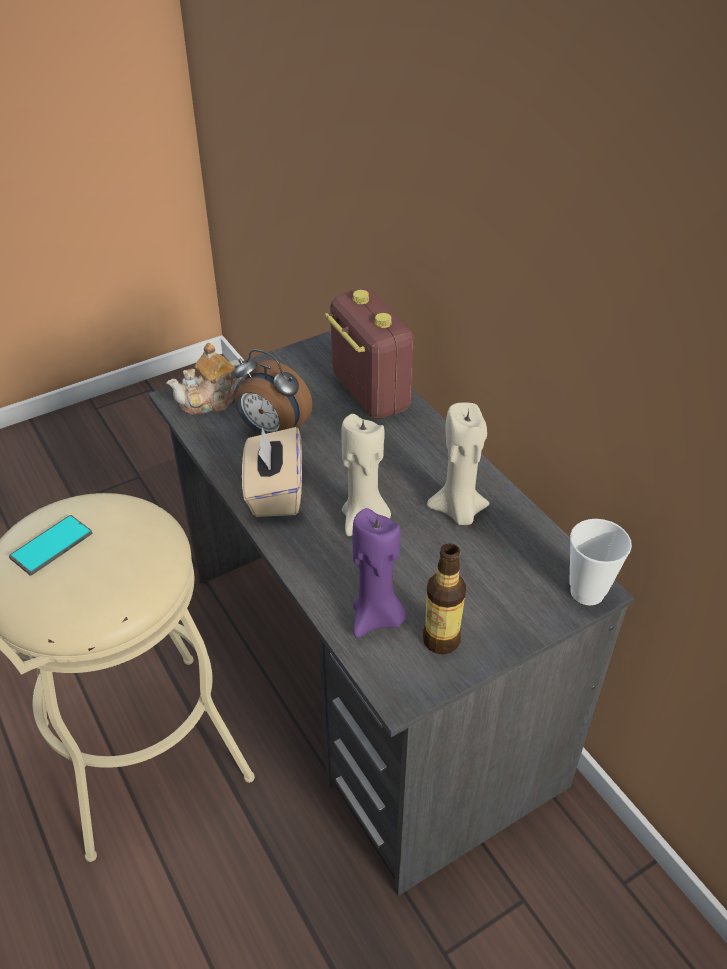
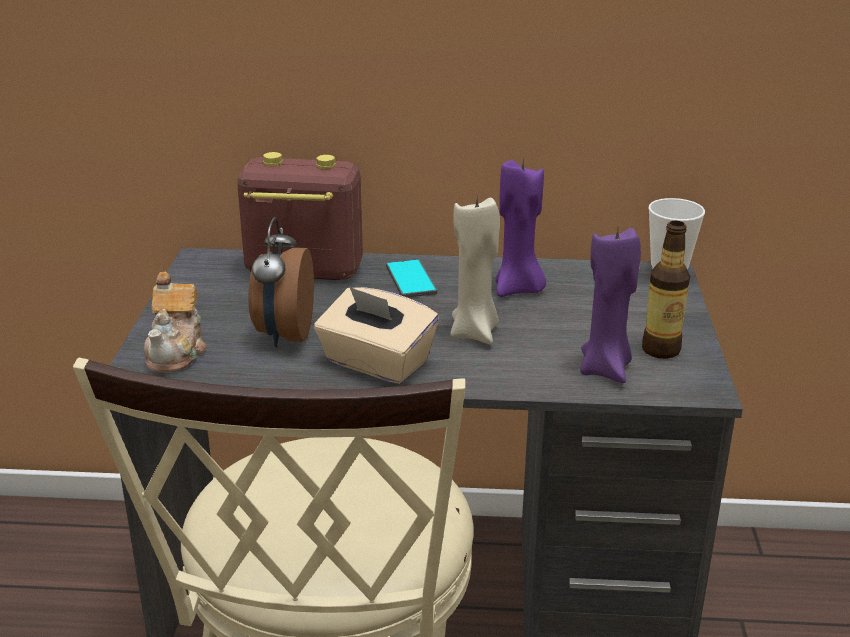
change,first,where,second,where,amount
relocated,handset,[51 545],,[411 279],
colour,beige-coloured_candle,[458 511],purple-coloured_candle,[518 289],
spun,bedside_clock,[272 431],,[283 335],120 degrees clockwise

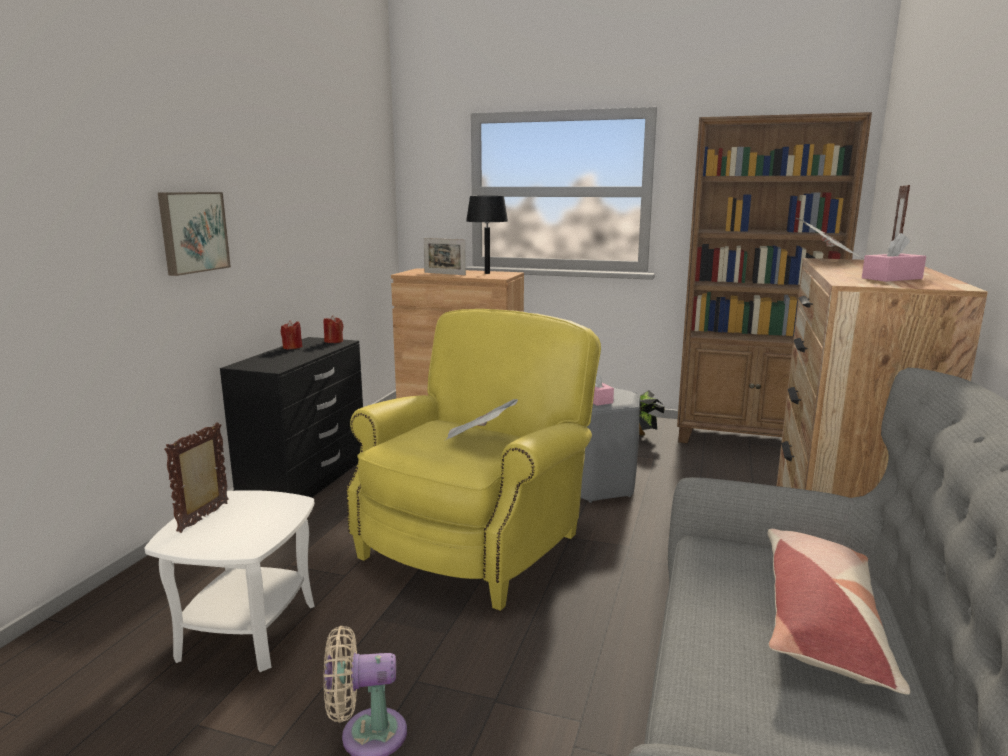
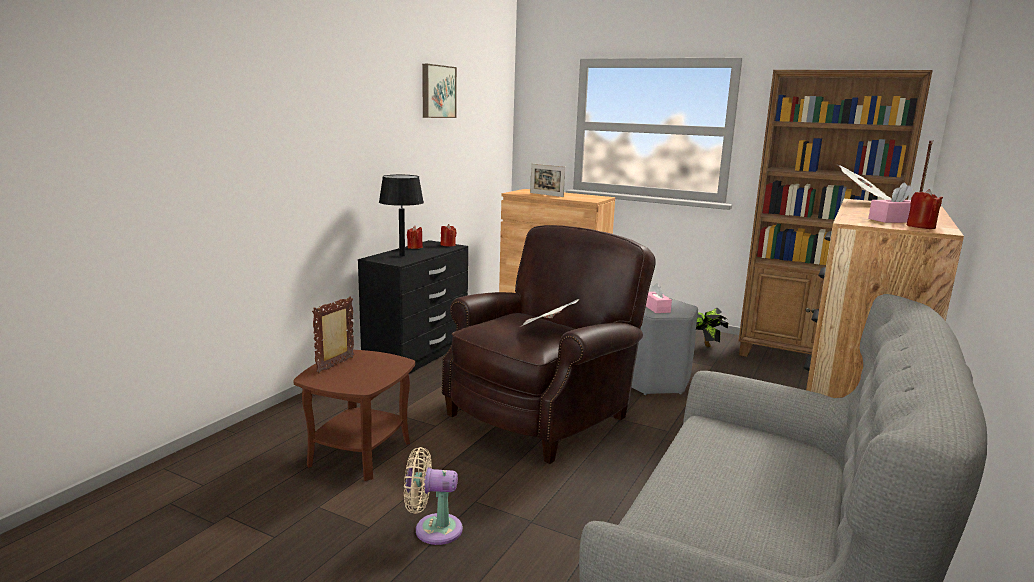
change,first,where,second,where,amount
missing,cushion,[821 621],,,
appeared,,,red_candle,[920 227],
relocated,wall_picture,[192 232],,[437 91],
relocated,black_lamp_for_a_table,[487 273],,[402 255],
colour,whitish_side_table,[248 630],brownish_side_table,[360 453],
colour,yellow-coloured_easy_chair,[477 542],brownish_easy_chair,[543 414],

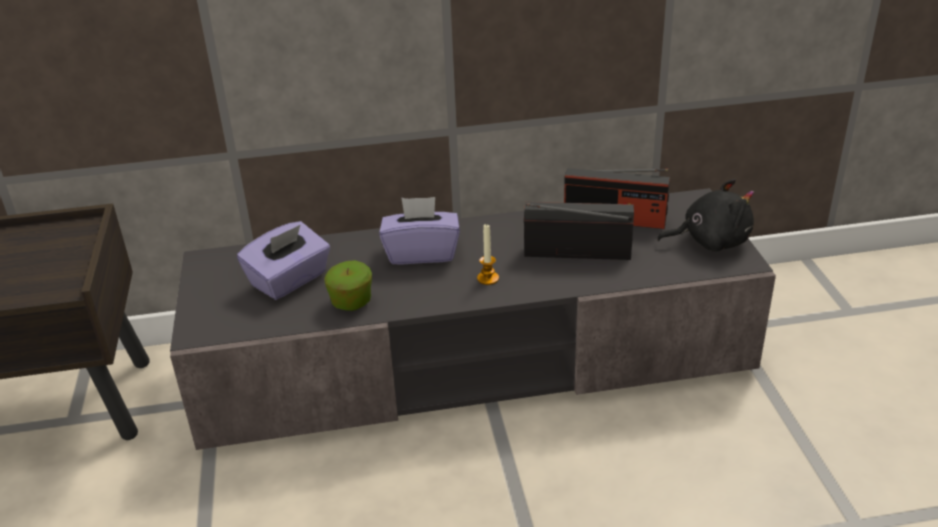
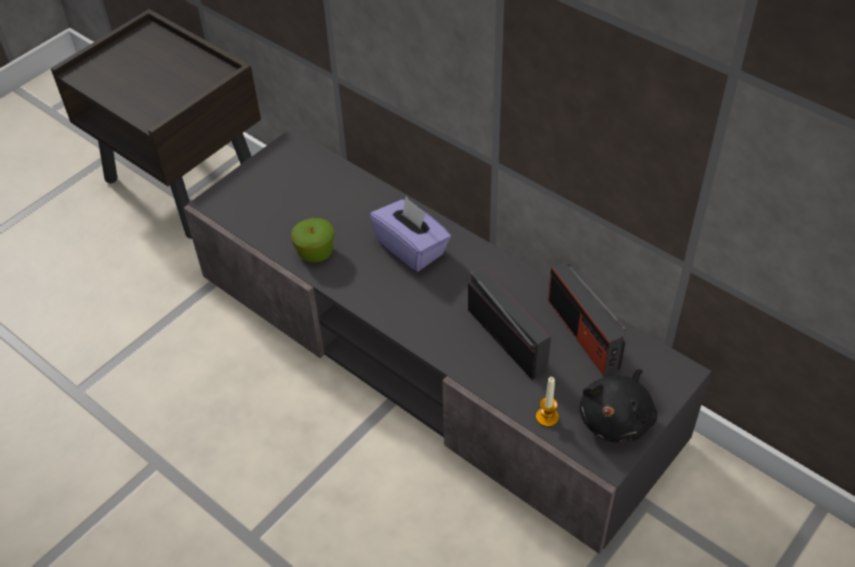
change,first,where,second,where,amount
missing,purple-coloured_tissue_box,[289 280],,,
relocated,candle,[488 278],,[547 417],
spun,black_cuddly_toy,[710 241],,[617 418],75 degrees clockwise

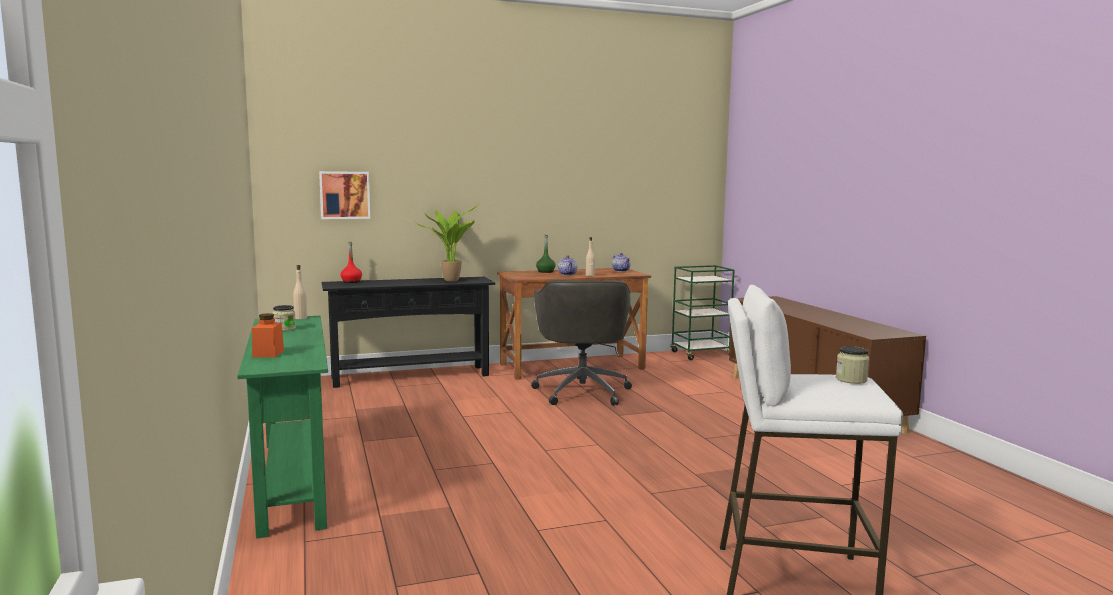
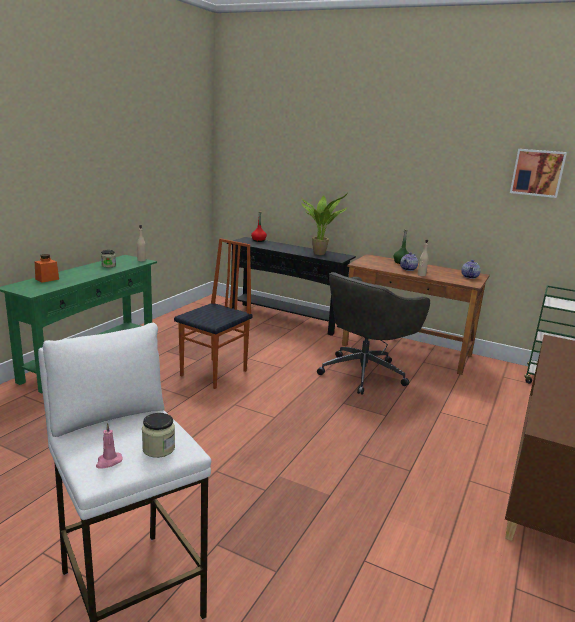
change,first,where,second,where,amount
appeared,,,pink-coloured_candle,[108 461],
appeared,,,upright_chair,[215 373],
relocated,wall_picture,[344 195],,[537 172],

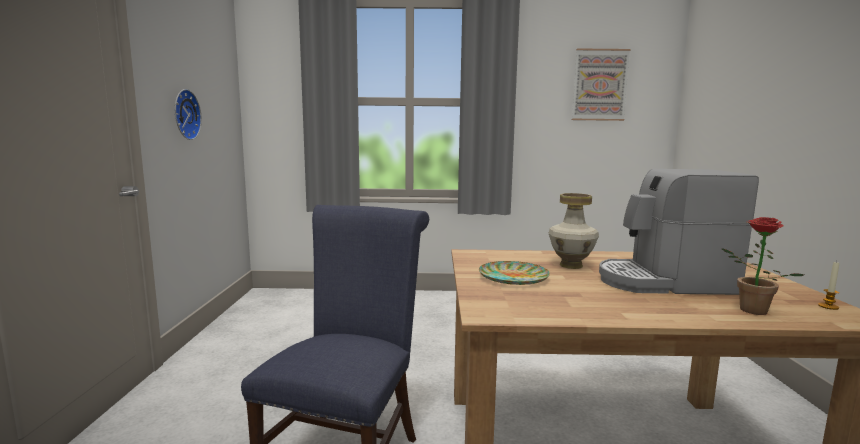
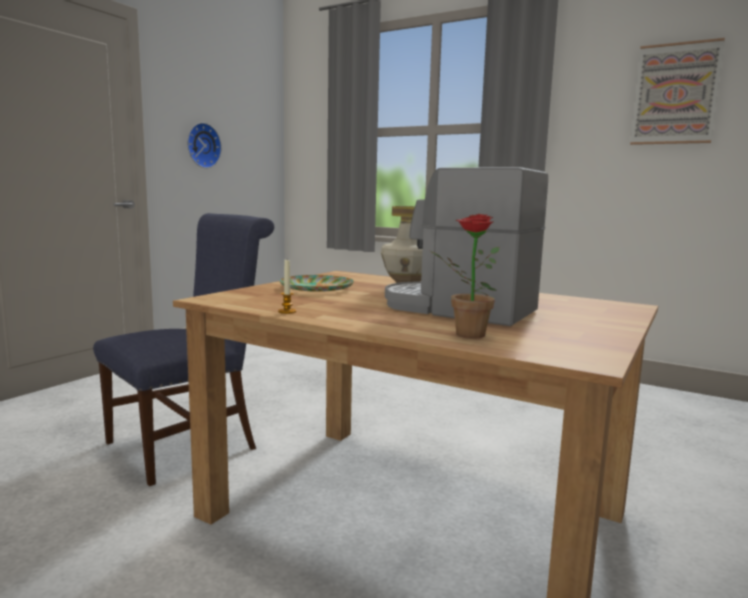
change,first,where,second,where,amount
relocated,candle,[828 306],,[287 311],

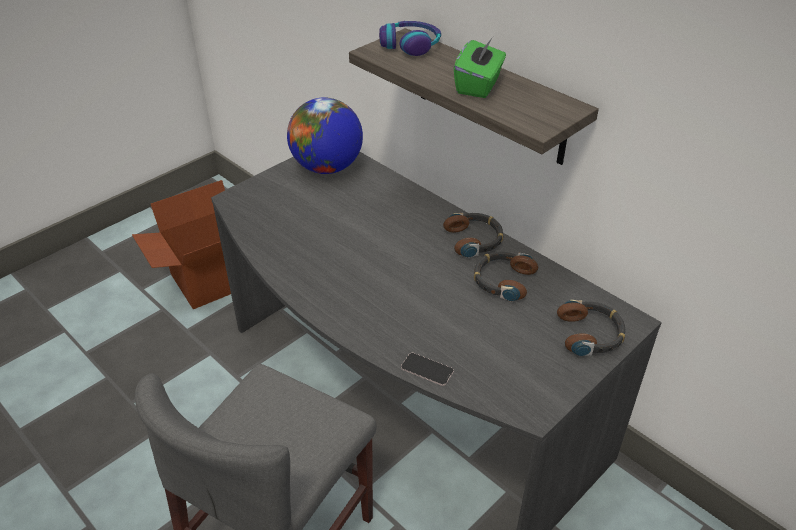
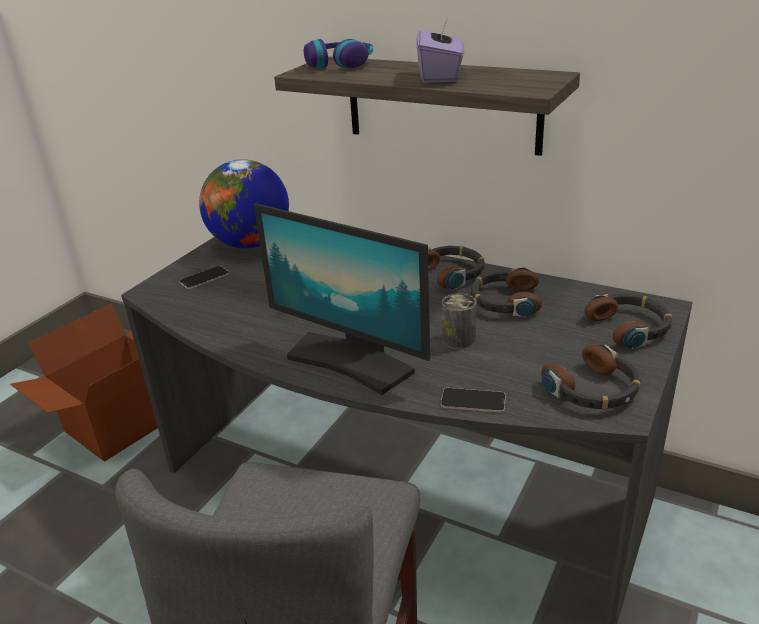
change,first,where,second,where,amount
appeared,,,handset,[204 278],
appeared,,,computer_display,[350 361],
appeared,,,can,[458 340],
appeared,,,pair_of_headphones,[593 390],
colour,green-coloured_tissue_box,[478 85],purple-coloured_tissue_box,[440 76],

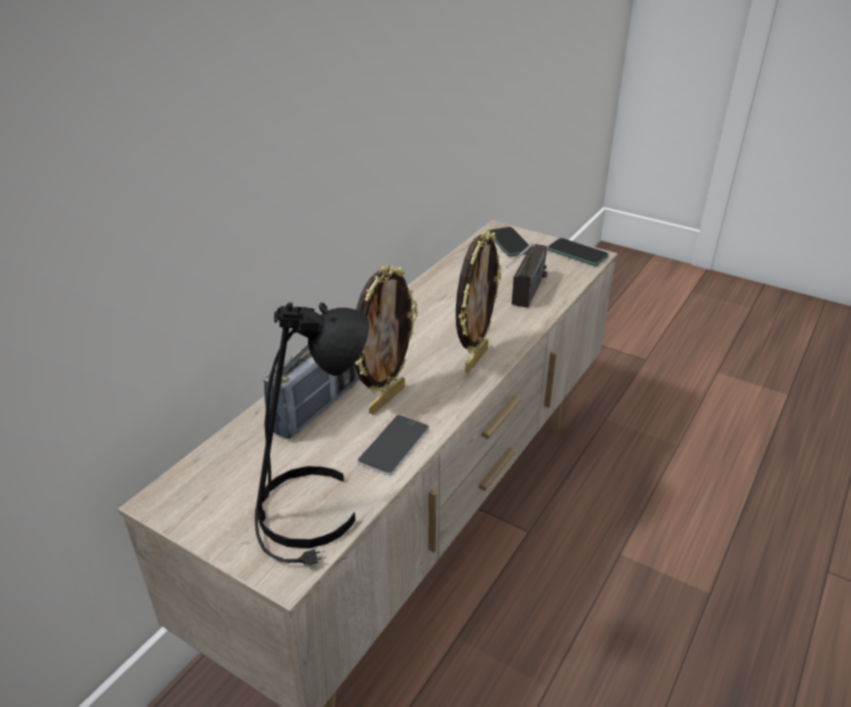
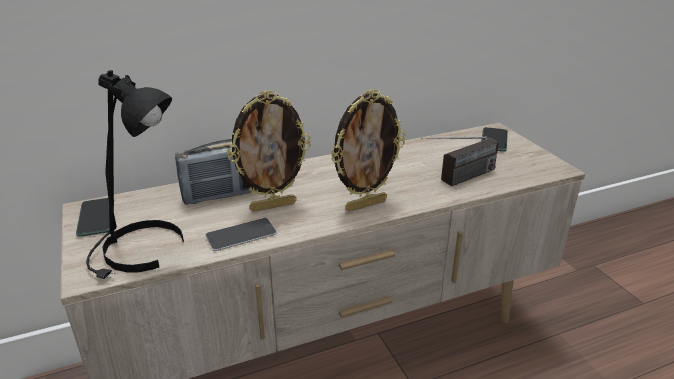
change,first,where,second,where,amount
relocated,handset,[577 253],,[96 218],

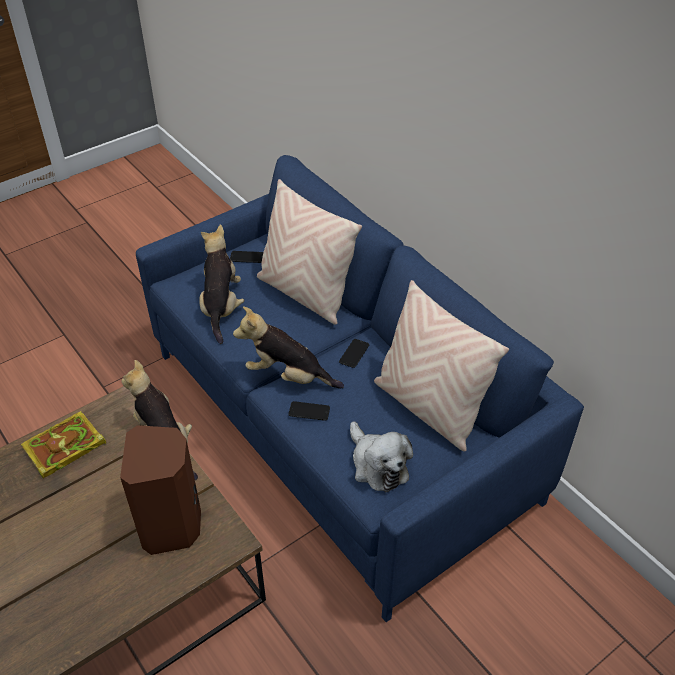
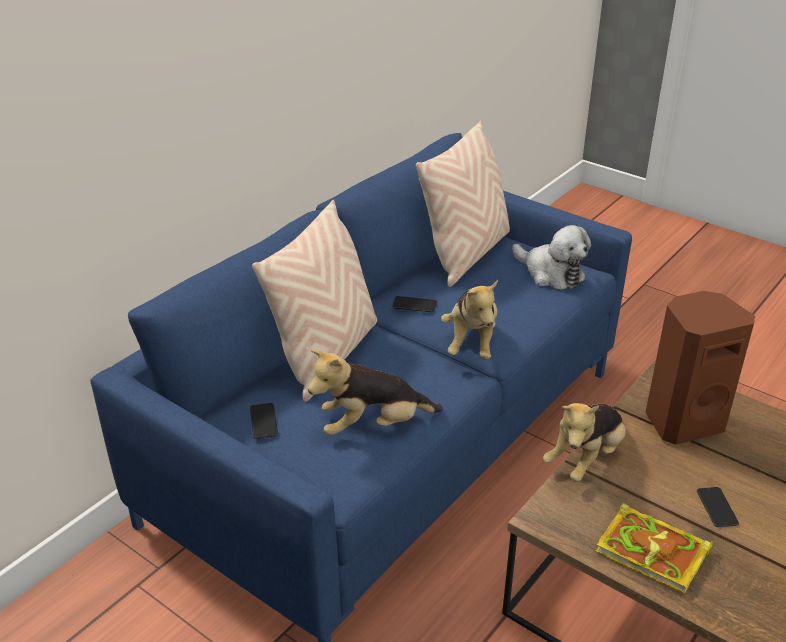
change,first,where,second,where,amount
relocated,handset,[309 411],,[717 507],
spun,cuddly_toy,[377 465],,[551 273],90 degrees clockwise

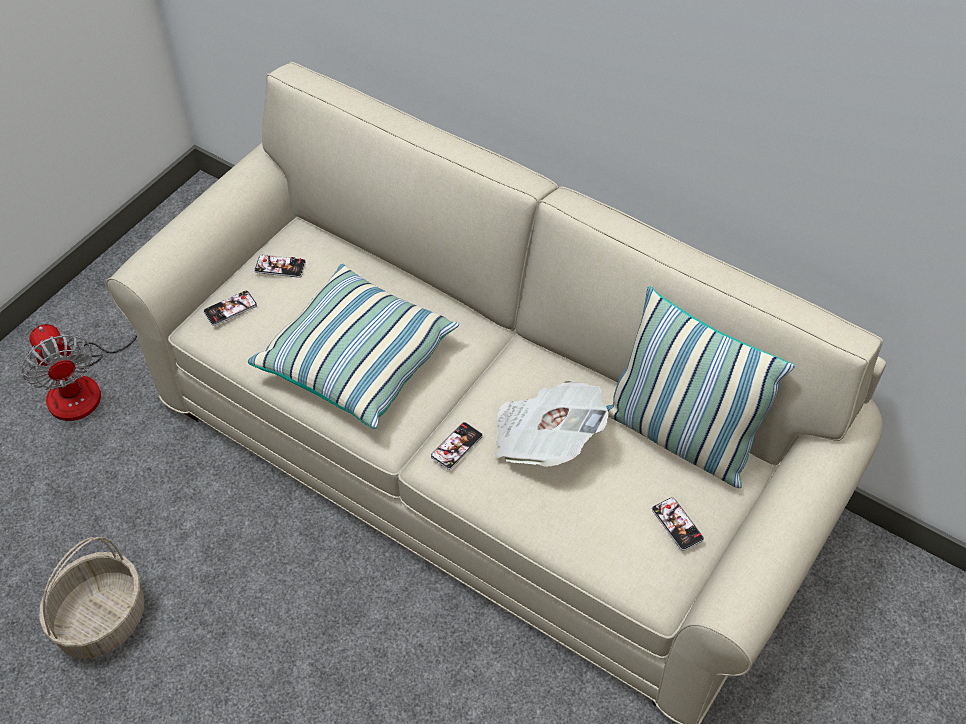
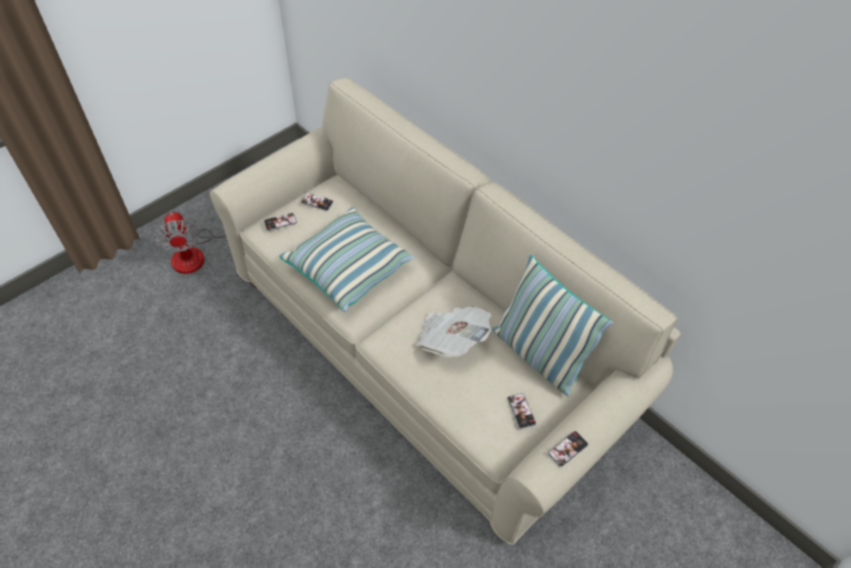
change,first,where,second,where,amount
missing,storage_basket,[102 618],,,
relocated,handset,[456 446],,[567 449],

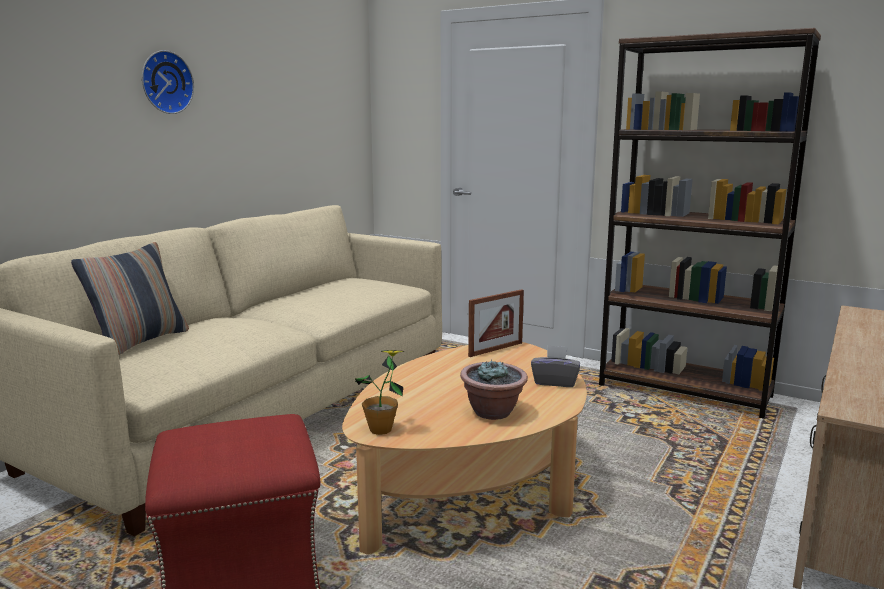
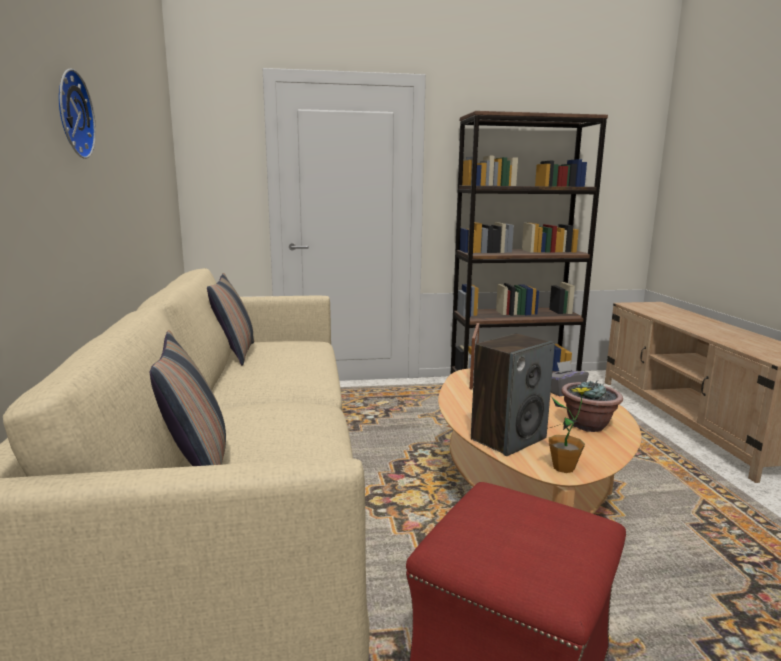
change,first,where,second,where,amount
appeared,,,cushion,[235 353],
appeared,,,audio_speaker,[508 438],

